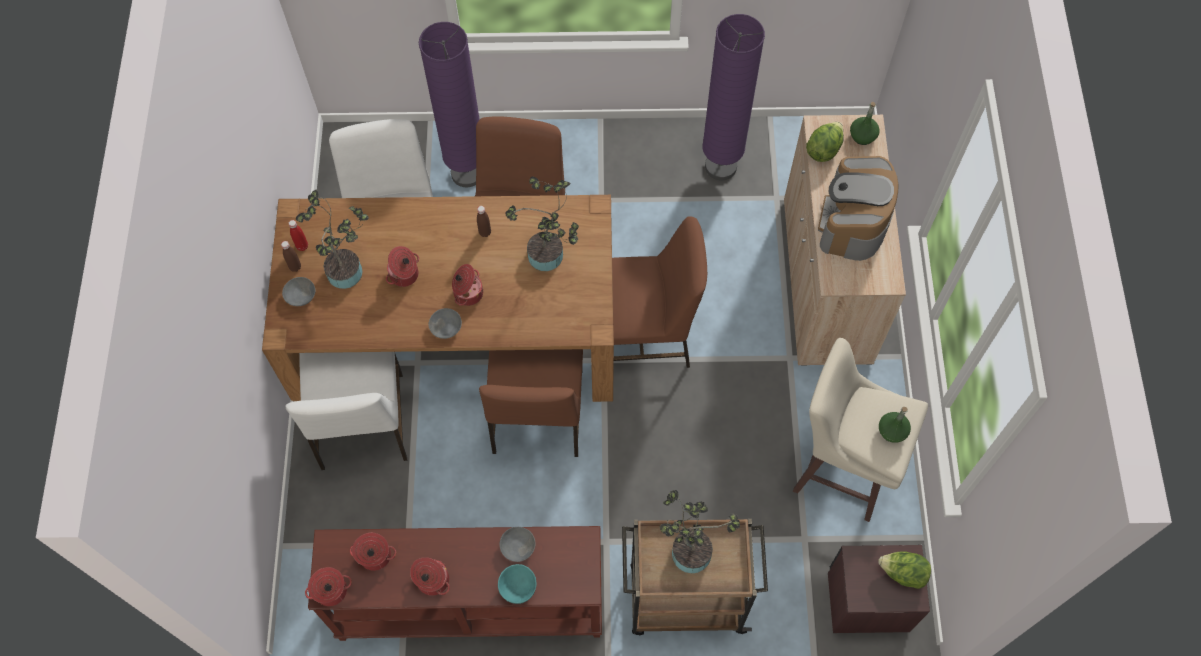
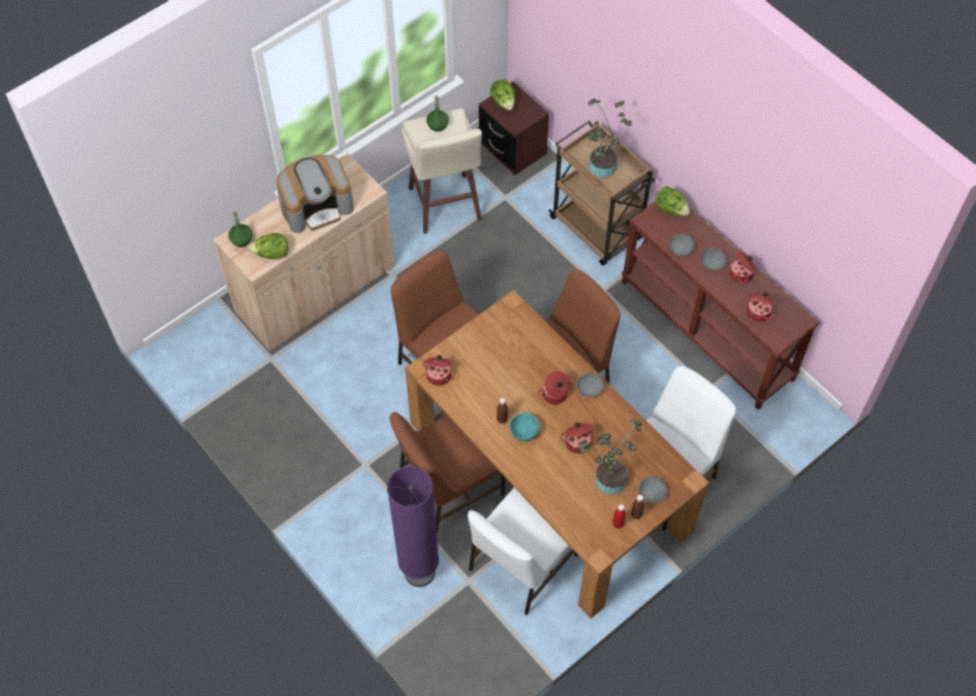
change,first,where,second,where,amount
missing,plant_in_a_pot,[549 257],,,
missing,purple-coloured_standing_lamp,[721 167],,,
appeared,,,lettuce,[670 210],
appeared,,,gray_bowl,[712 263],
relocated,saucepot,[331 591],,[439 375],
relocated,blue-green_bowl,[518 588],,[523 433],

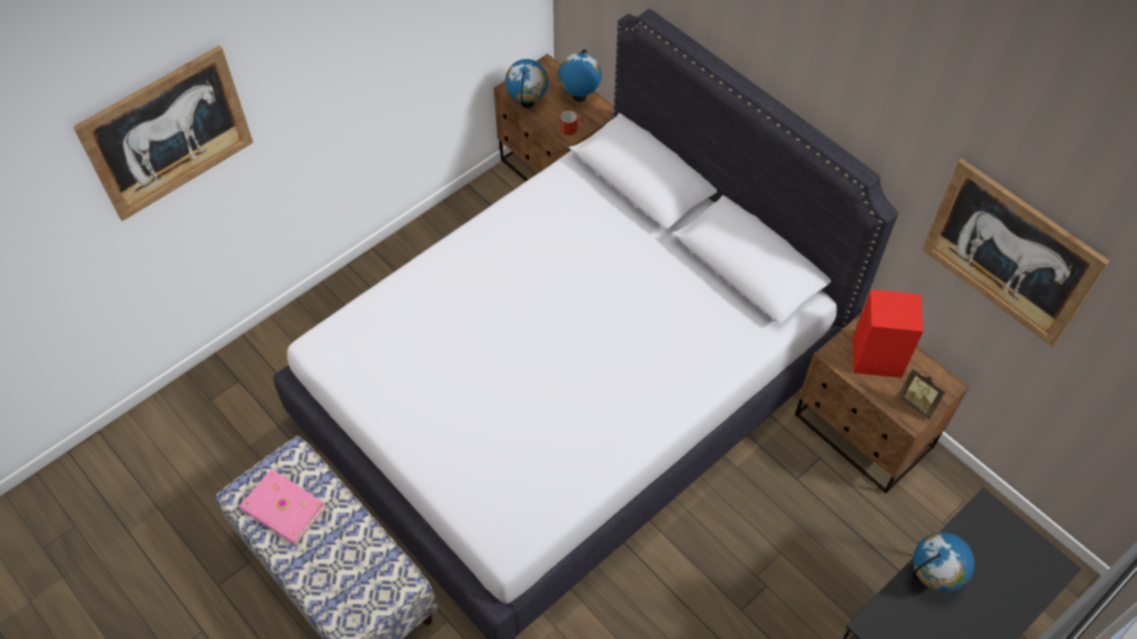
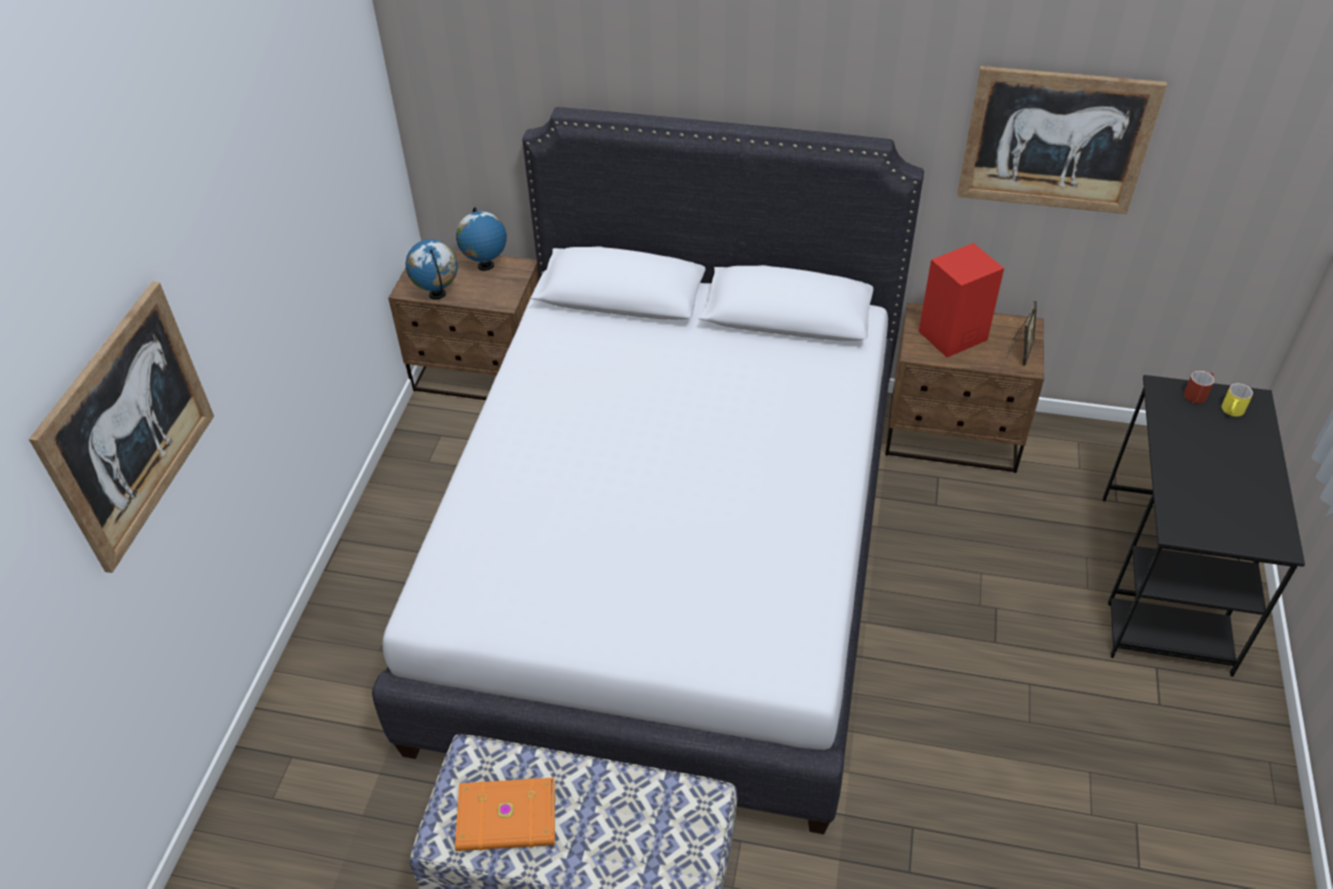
change,first,where,second,where,amount
missing,globe,[932 578],,,
appeared,,,yellow-coloured_tea_mug,[1232 412],
relocated,red_tea_mug,[572 128],,[1197 393],
colour,pink-coloured_book,[283 510],orange_book,[507 819],
spun,picture_frame,[917 403],,[1019 352],75 degrees counterclockwise

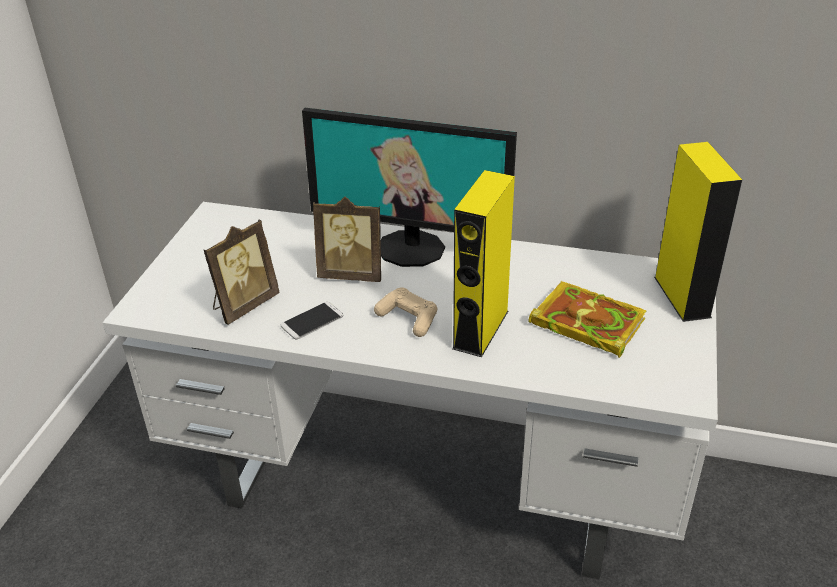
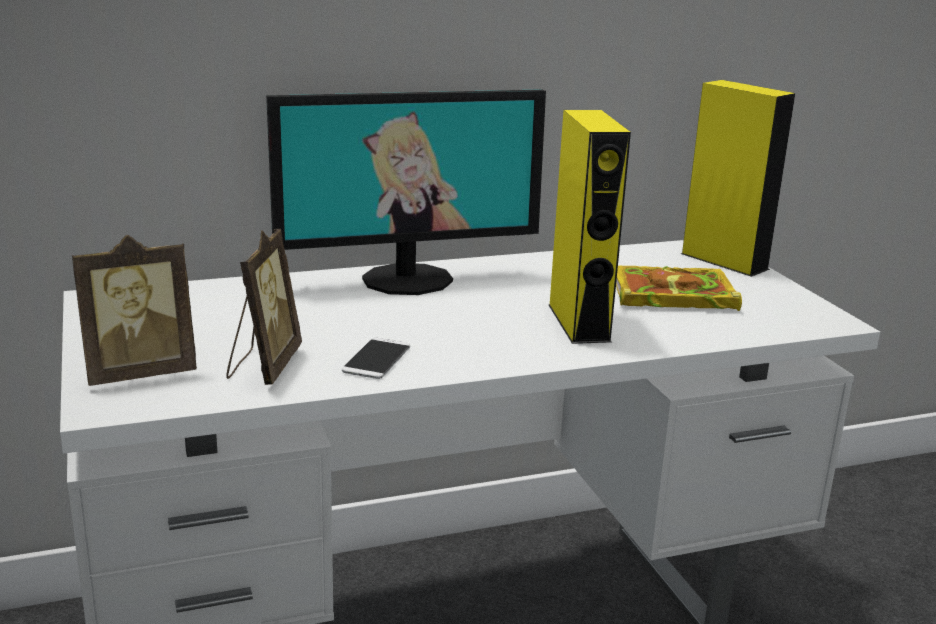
change,first,where,second,where,amount
missing,beige-coloured_joypad,[408 318],,,
relocated,picture_frame,[352 274],,[140 373],

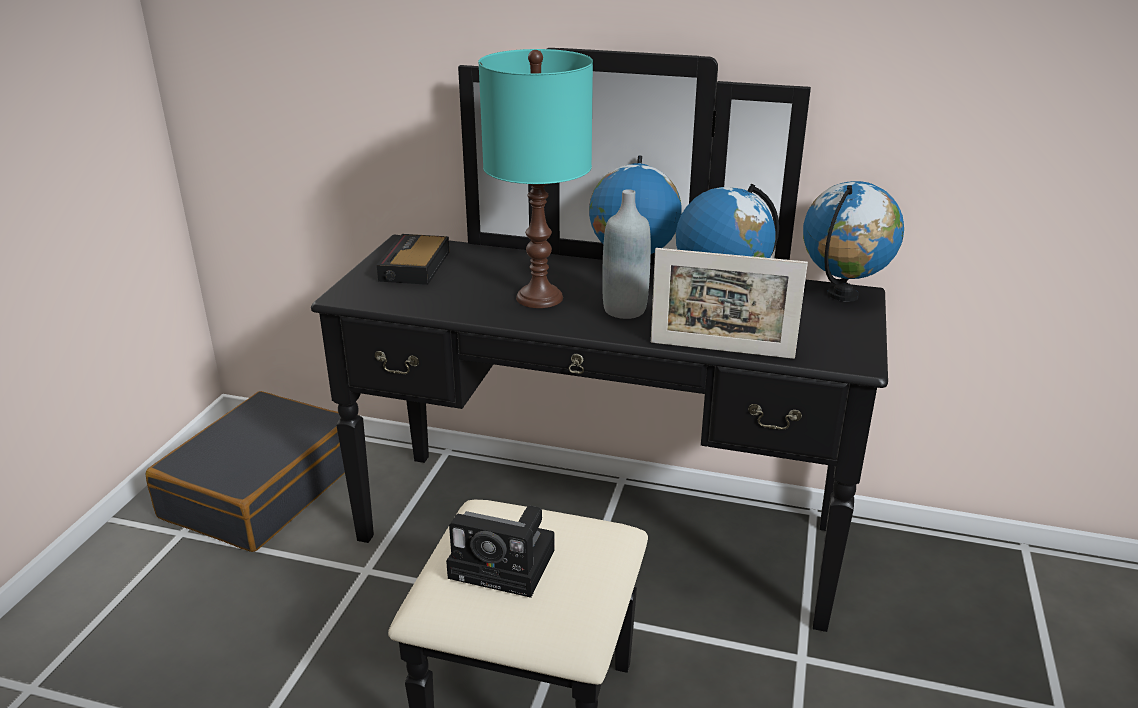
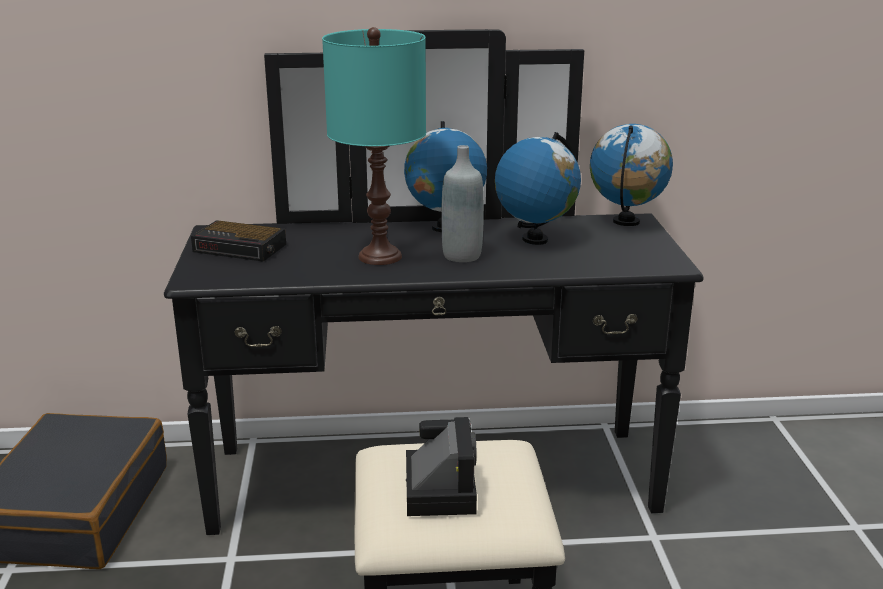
change,first,where,second,where,amount
missing,picture_frame,[721 350],,,
spun,bedside_clock,[414 267],,[241 248],60 degrees counterclockwise
spun,still_camera,[507 564],,[438 487],90 degrees counterclockwise

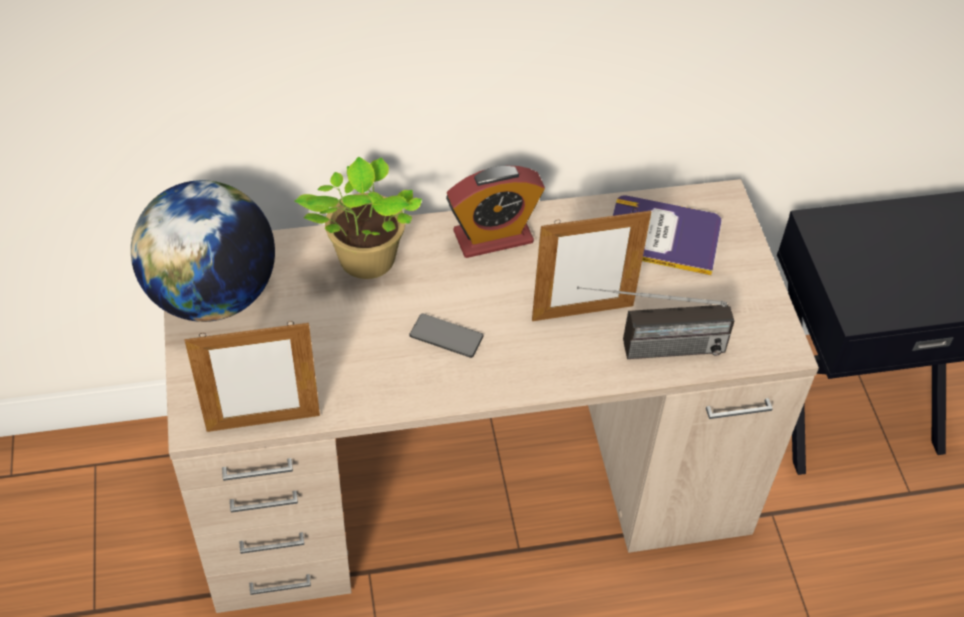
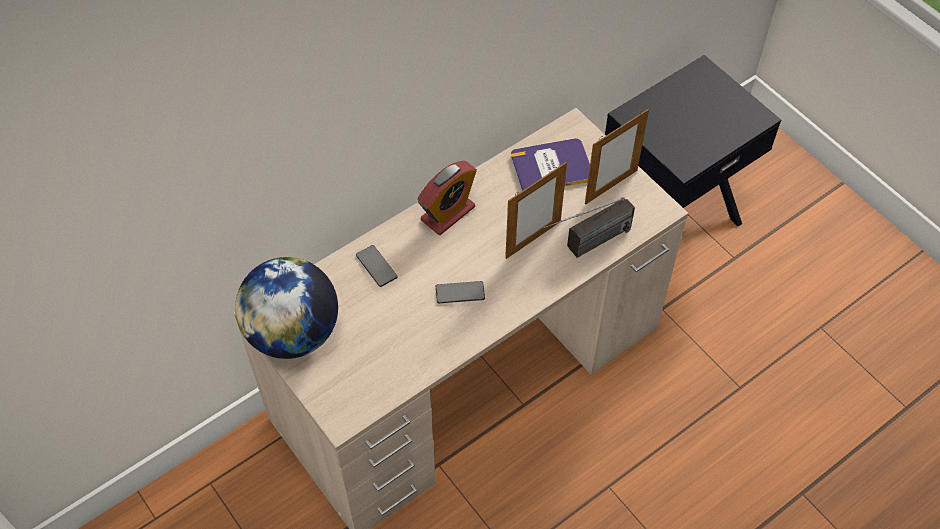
change,first,where,second,where,amount
relocated,picture_frame,[263 422],,[611 187],
exchanged,plant_in_a_pot,[364 262],handset,[376 266],

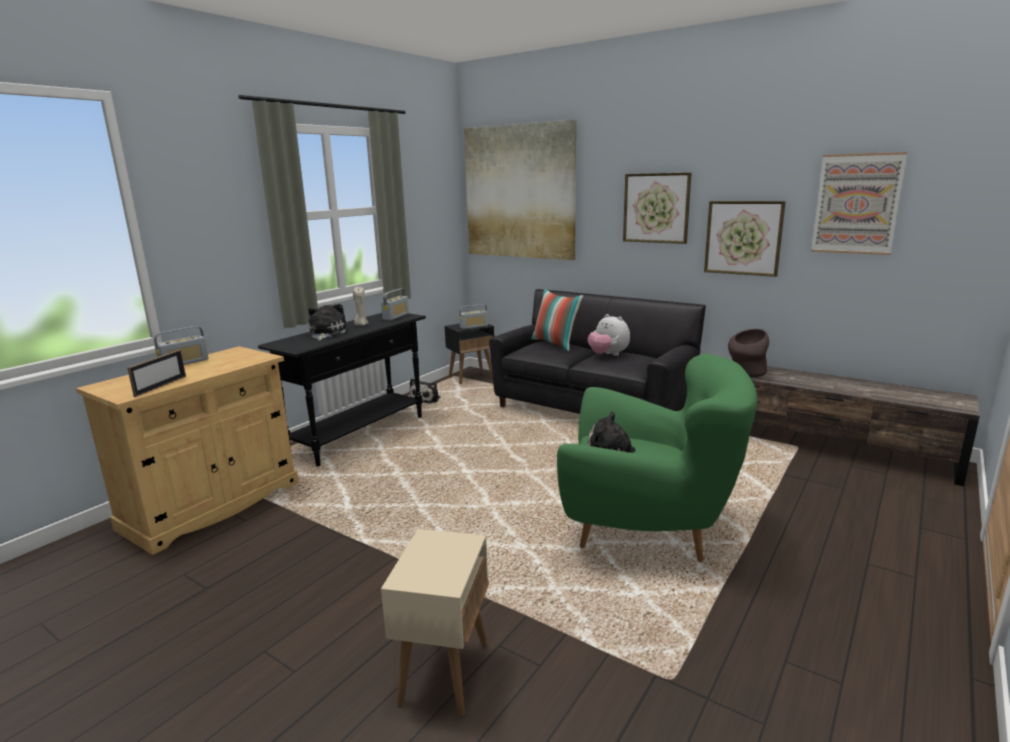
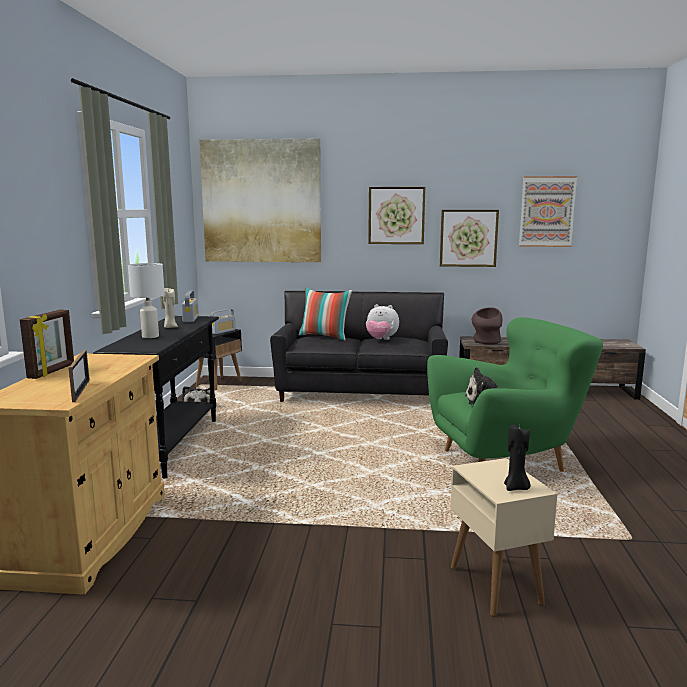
change,first,where,second,where,amount
appeared,,,black_candle,[516 488],
exchanged,radio,[184 363],picture_frame,[52 371],
exchanged,cuddly_toy,[326 333],whitish_lamp_for_a_table,[150 336],

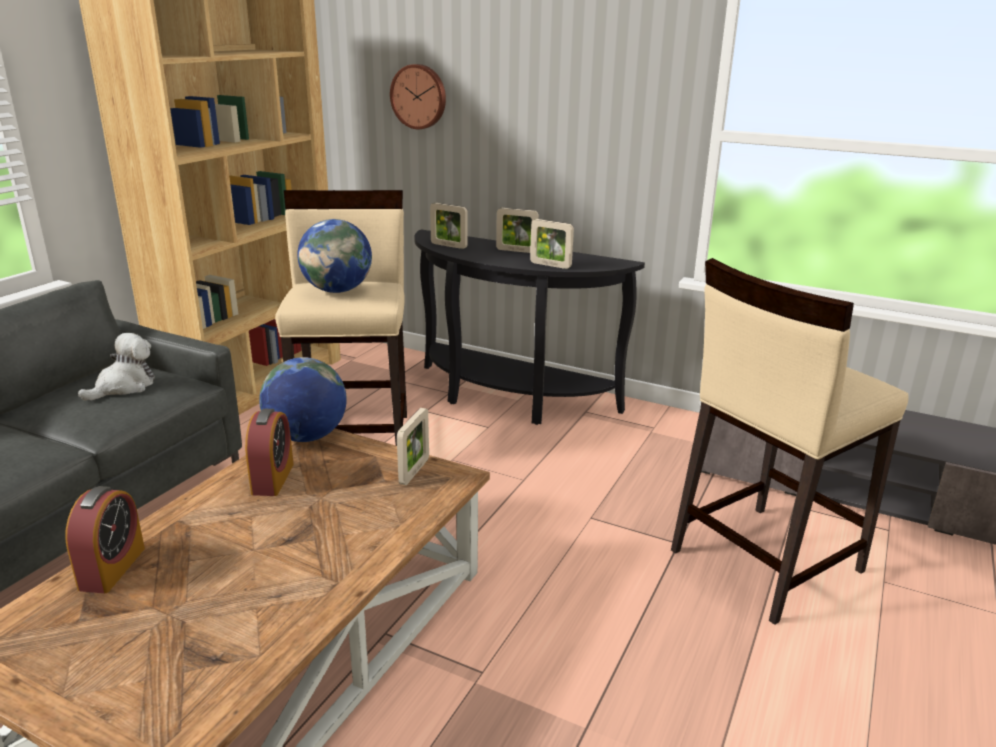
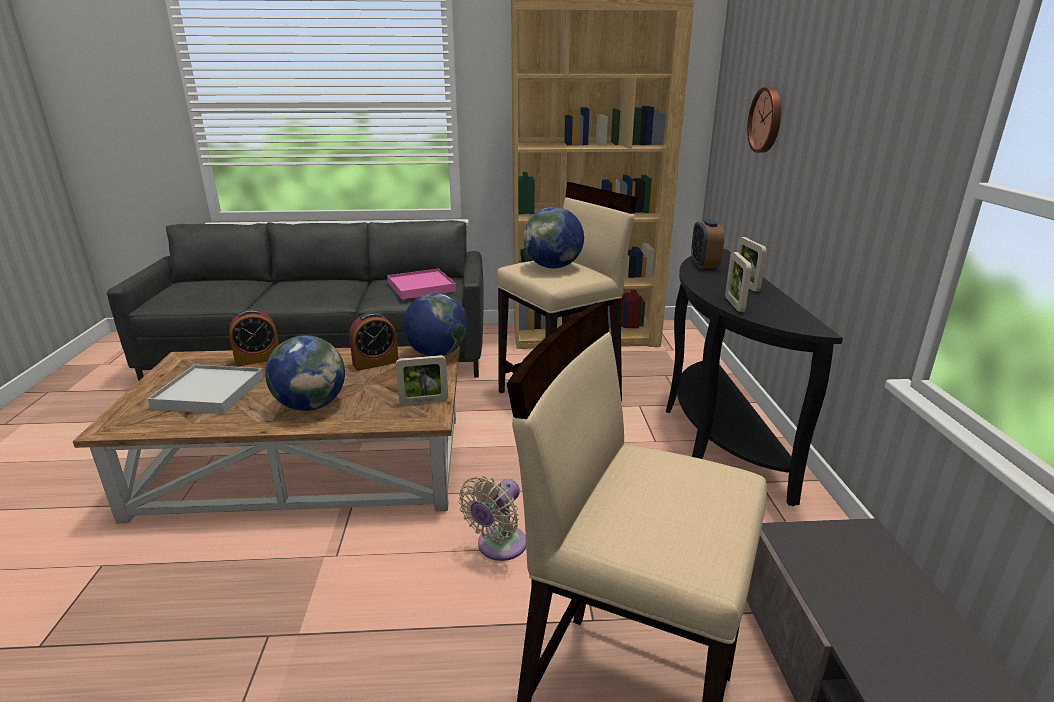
change,first,where,second,where,amount
appeared,,,whitish_tray,[209 393],
appeared,,,globe,[311 405],
appeared,,,beige-coloured_electric_fan,[498 546],
exchanged,cuddly_toy,[124 387],pink-coloured_tray,[421 287],
exchanged,picture_frame,[449 245],bedside_clock,[704 264],

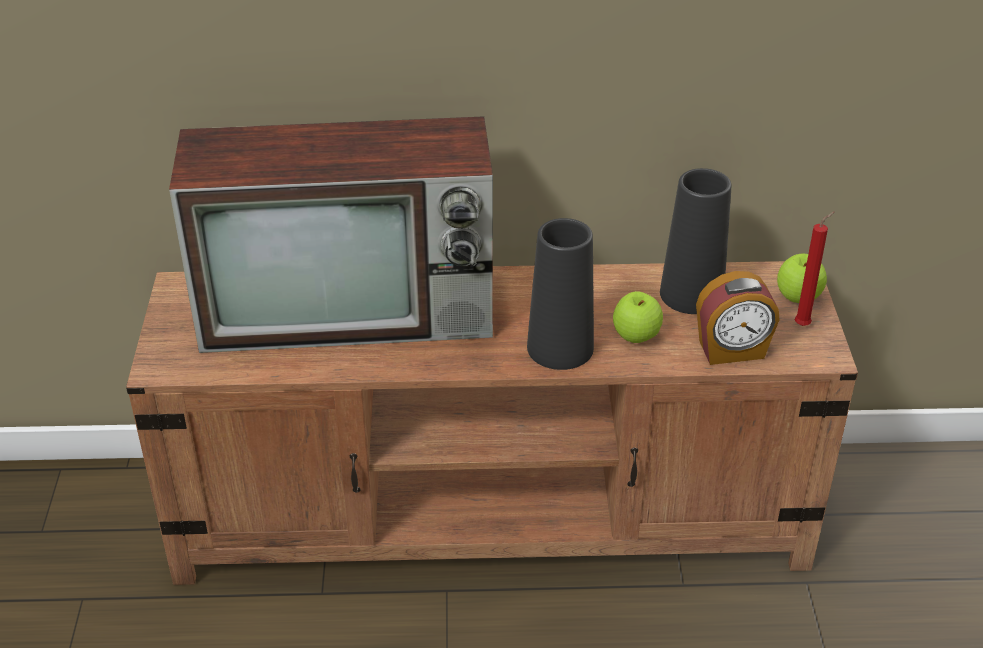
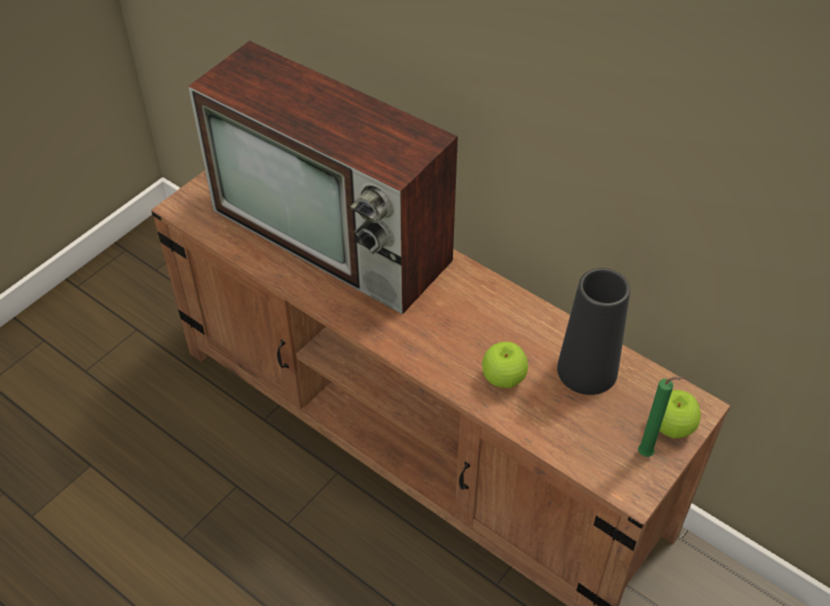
change,first,where,second,where,amount
missing,black_vase,[560 348],,,
missing,bedside_clock,[732 351],,,
colour,red_candle,[804 325],green-coloured_candle,[647 454],

